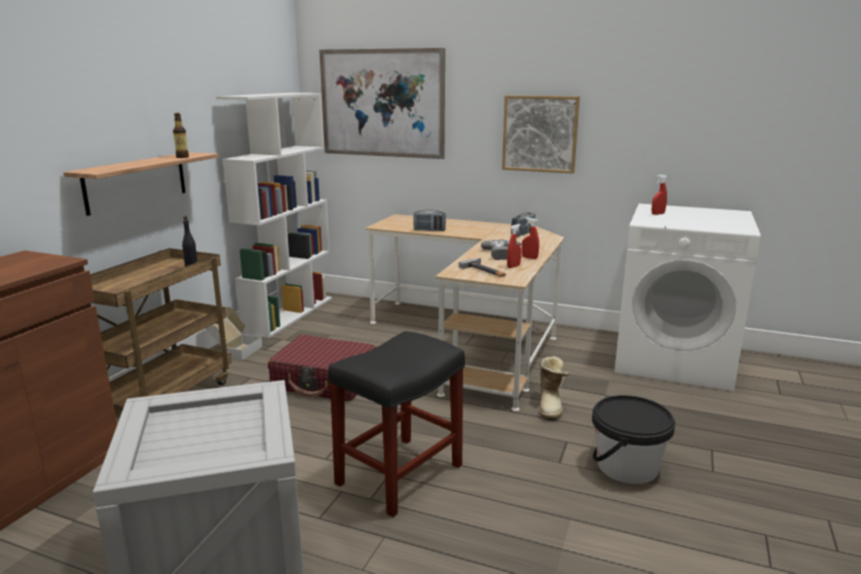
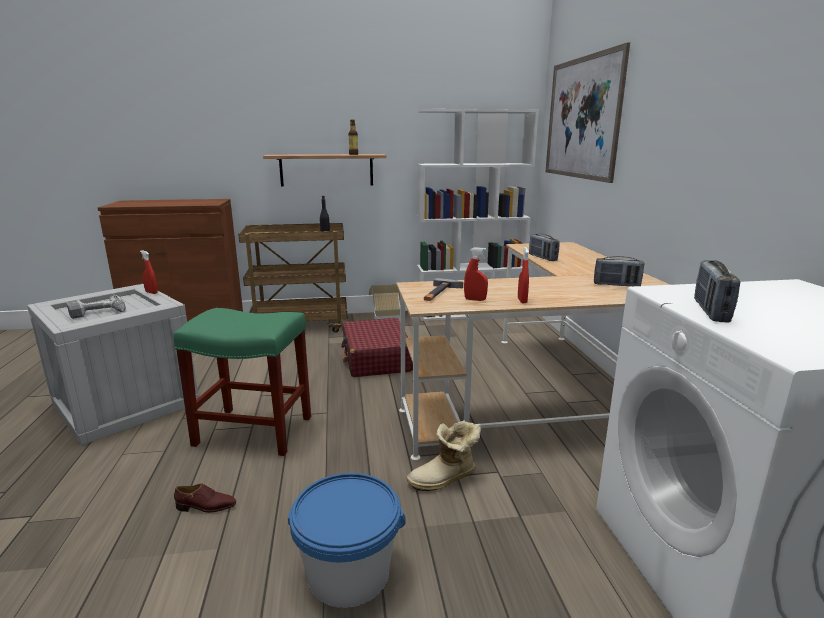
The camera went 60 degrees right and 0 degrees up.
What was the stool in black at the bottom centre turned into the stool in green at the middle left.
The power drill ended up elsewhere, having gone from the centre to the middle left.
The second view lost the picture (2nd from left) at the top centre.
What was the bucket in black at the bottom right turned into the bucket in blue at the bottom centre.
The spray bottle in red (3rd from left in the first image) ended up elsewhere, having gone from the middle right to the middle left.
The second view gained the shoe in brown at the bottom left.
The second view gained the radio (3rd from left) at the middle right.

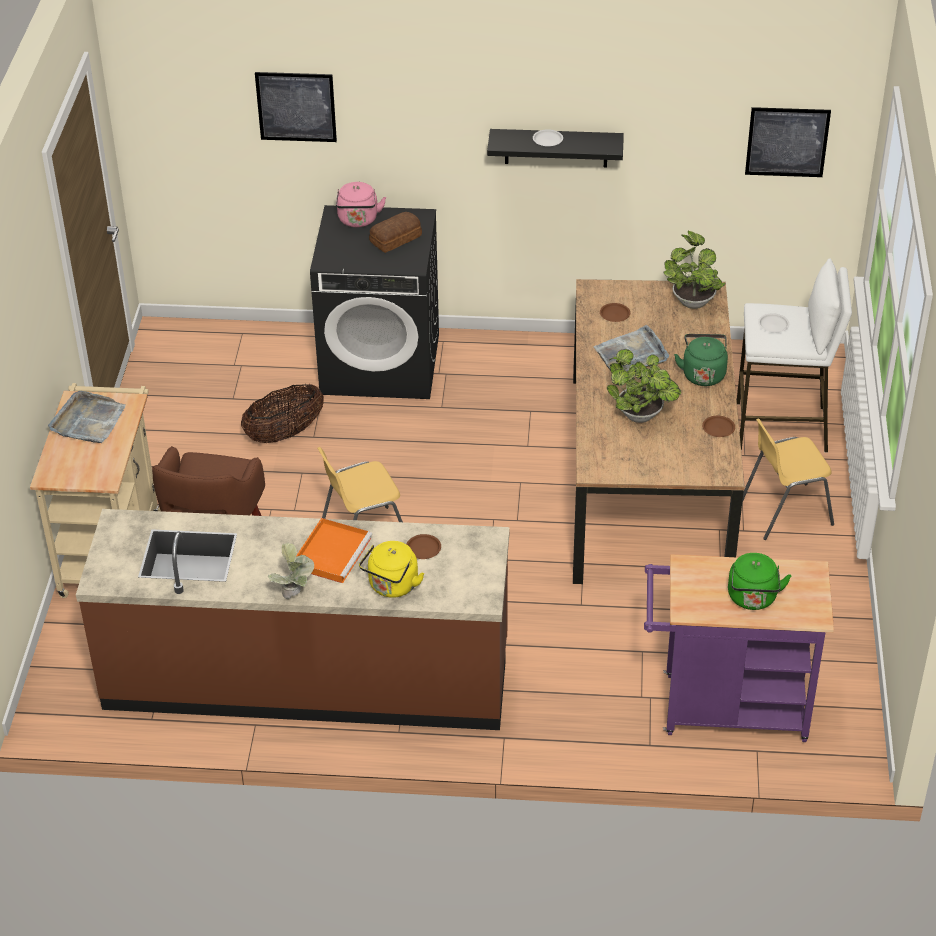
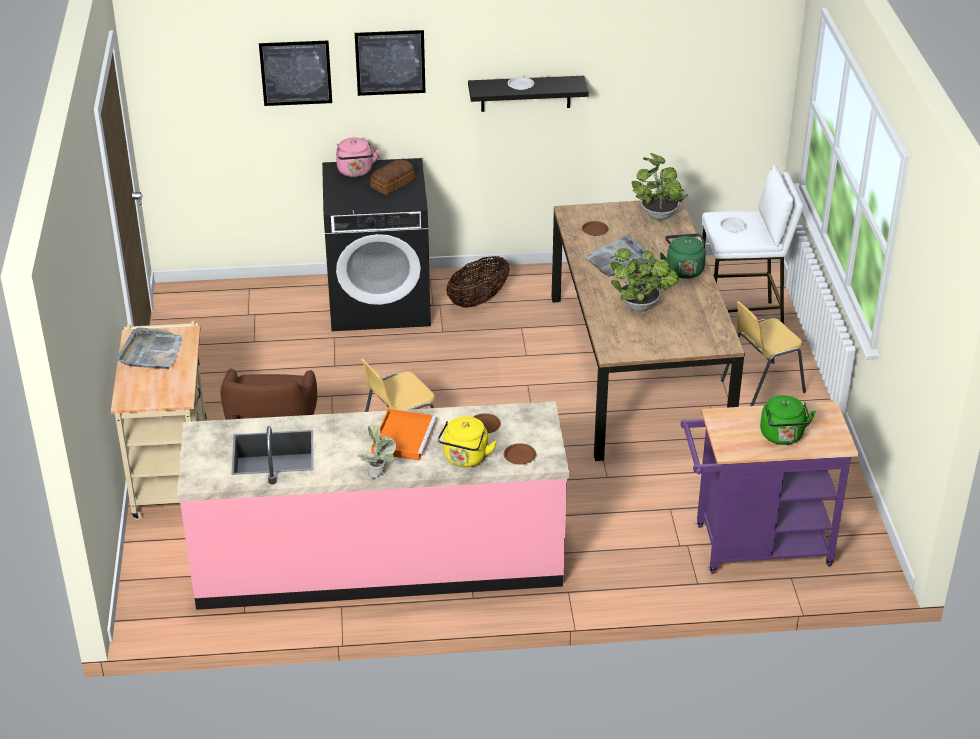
The camera went 10 degrees left and 5 degrees down.
What was the counter in brown at the middle left turned into the counter in pink at the bottom centre.
The basket ended up elsewhere, having gone from the middle left to the centre.
The plate in brown (3rd from left in the first image) ended up elsewhere, having gone from the middle right to the centre.
The picture (2nd from left) ended up elsewhere, having gone from the top right to the top centre.

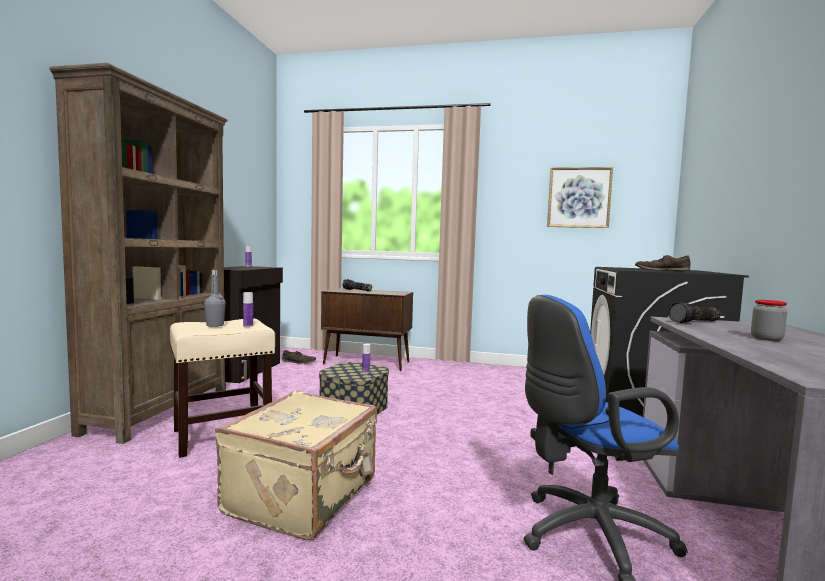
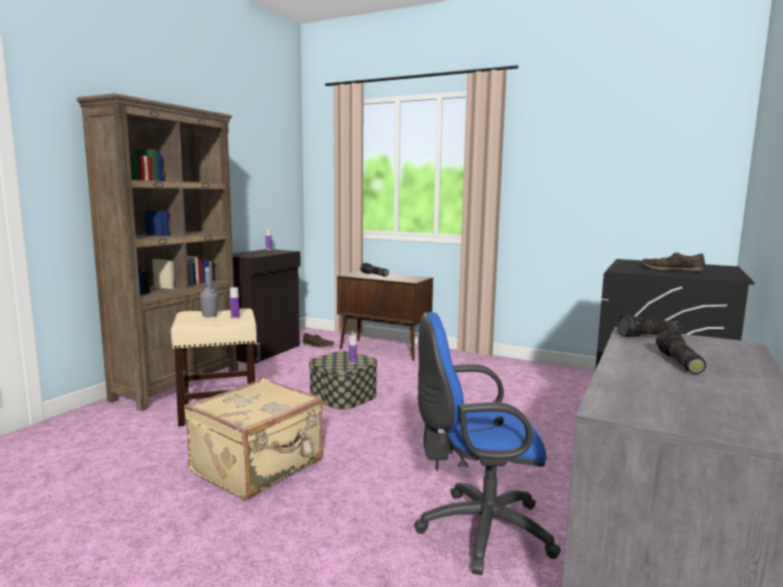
The camera went 15 degrees right and 5 degrees up.
The second view lost the picture at the middle right.
Where the jar stood at the middle right, the flashlight (3rd from left) came to stand at the middle right.

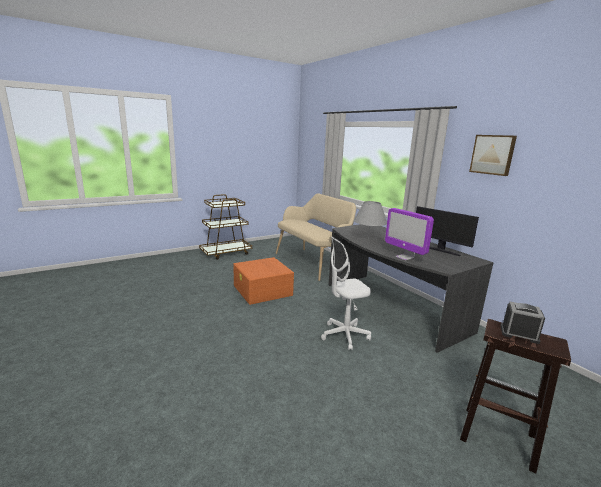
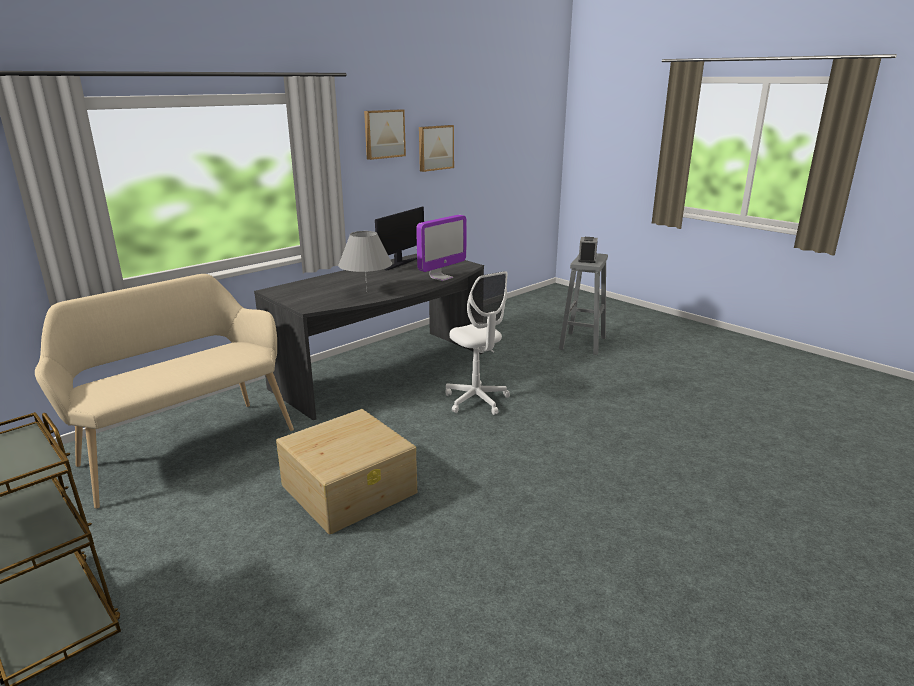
The camera went 100 degrees left and 5 degrees up.
What was the storage box in orange at the centre turned into the storage box in beige at the bottom centre.
What was the stool in brown at the bottom right turned into the stool in grey at the centre.
The second view gained the picture (2nd from left) at the top centre.

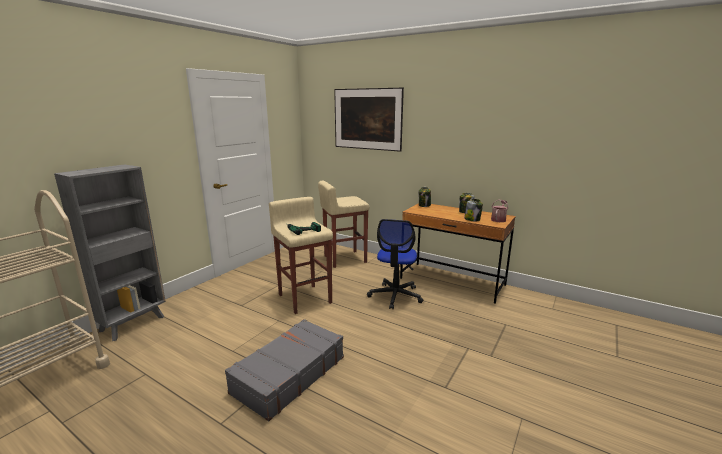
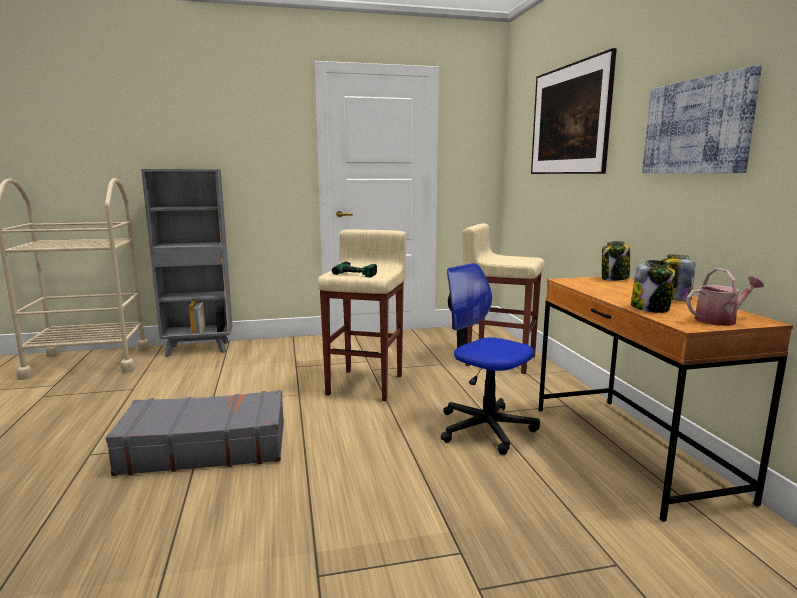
The camera went 45 degrees right and 5 degrees down.
The office chair at the centre ended up facing another way, 75 degrees clockwise from before.
The second view gained the picture (2nd from left) at the top right.

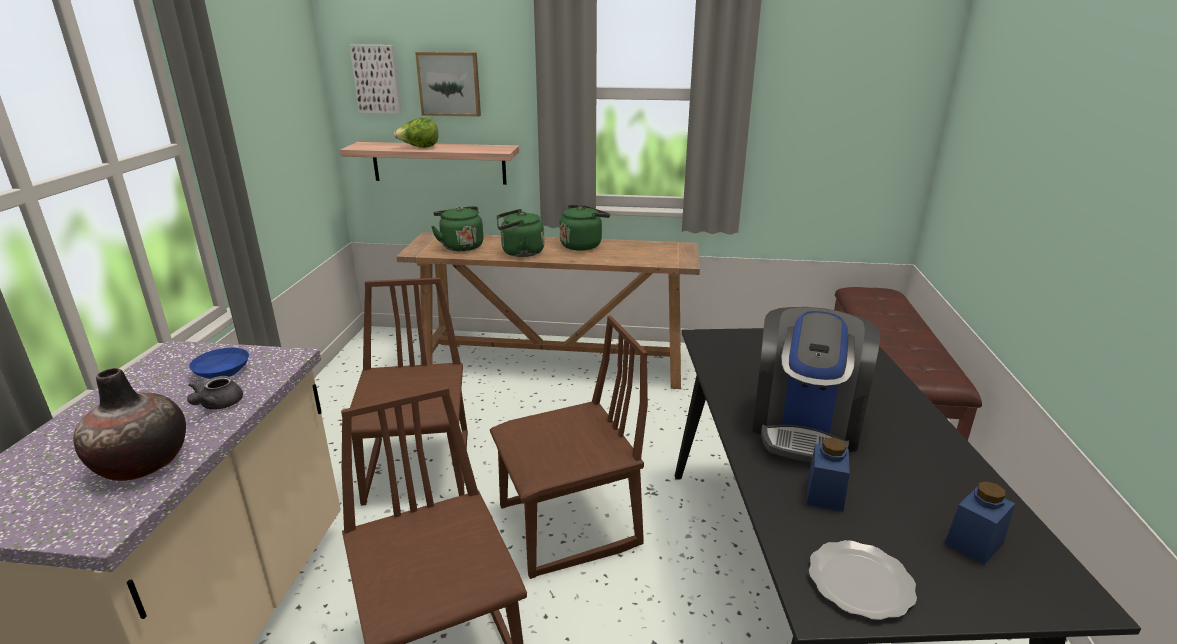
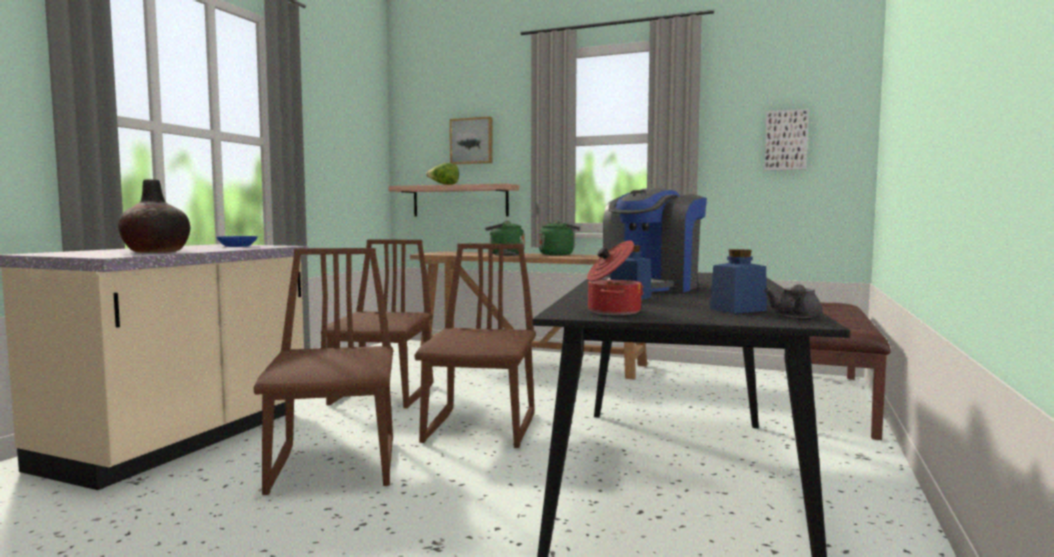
The camera went 15 degrees right and 20 degrees down.
The teapot in grey ended up elsewhere, having gone from the middle left to the middle right.
The picture (1st from left in the first image) ended up elsewhere, having gone from the top left to the top right.
The second view lost the kettle in green (1st from left) at the centre.
The chair in brown (3rd from left) at the bottom centre ended up facing another way, 75 degrees counterclockwise from before.
Where the plate stood at the bottom right, the cooking pot came to stand at the centre.

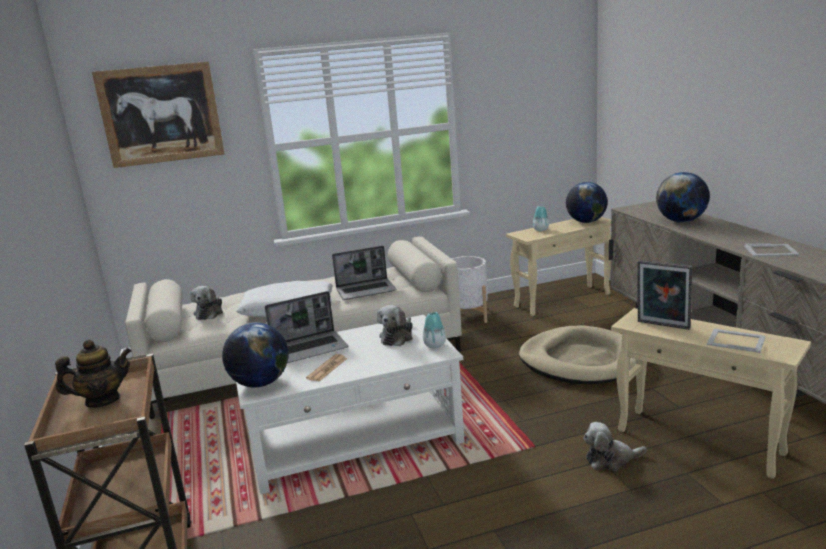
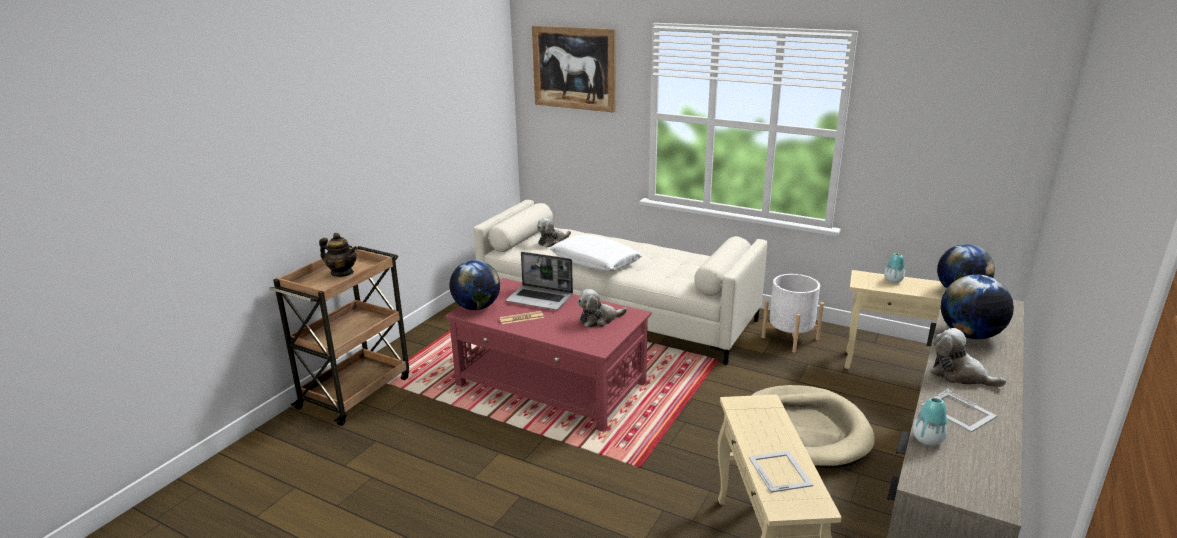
The camera went 45 degrees right and 5 degrees up.
What was the coffee table in white at the bottom centre turned into the coffee table in red at the centre.
The second view lost the laptop (2nd from left) at the centre.
The vase (1st from left in the first image) ended up elsewhere, having gone from the centre to the bottom right.
The plush toy (3rd from left) ended up elsewhere, having gone from the bottom right to the middle right.
The second view lost the picture frame (1st from left) at the middle right.

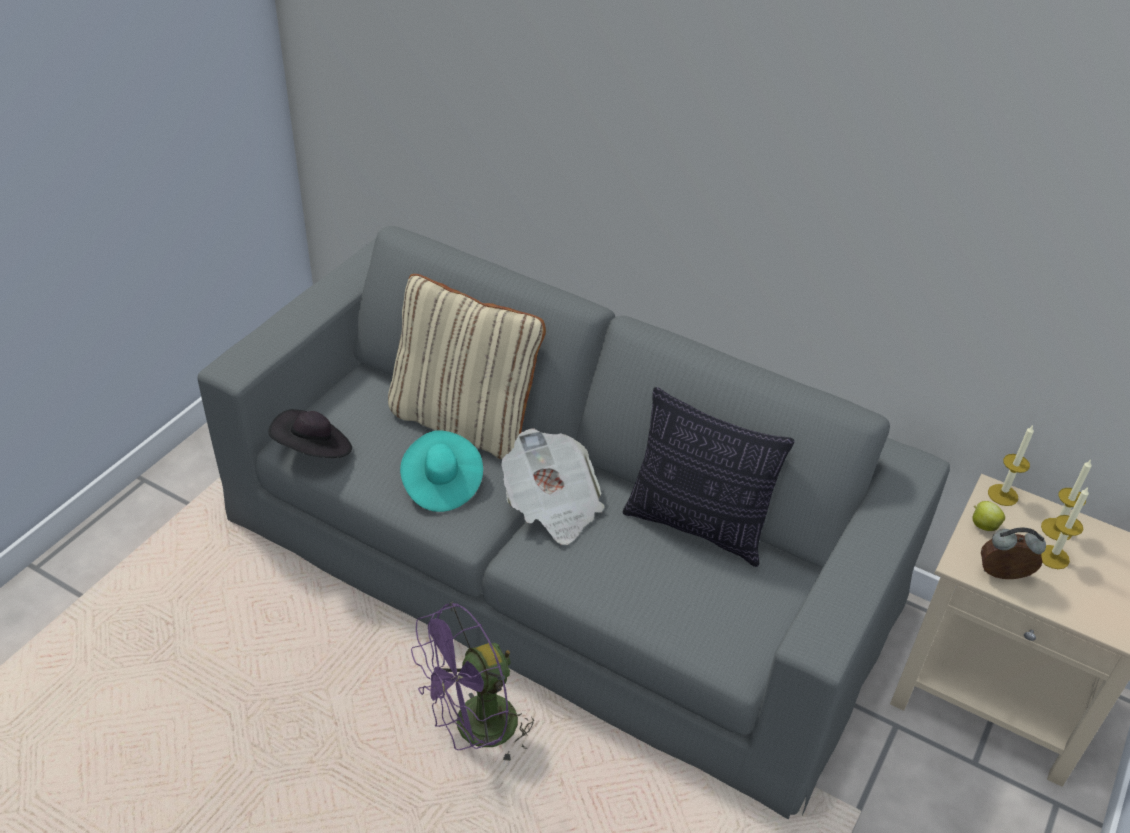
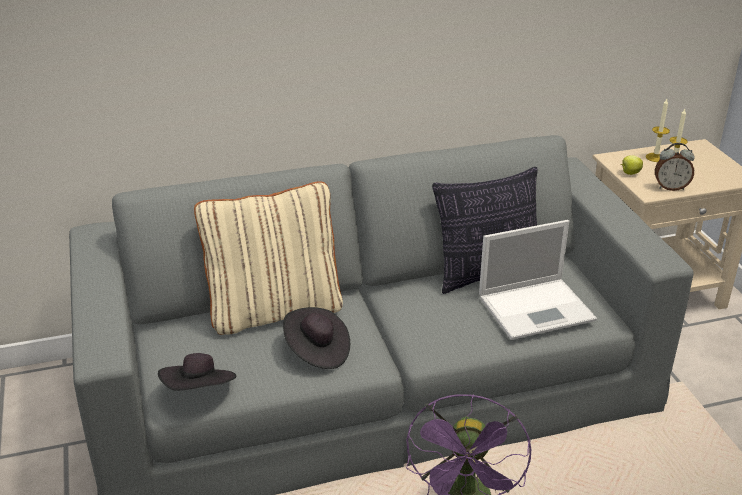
The camera went 45 degrees left and 10 degrees down.
What was the hat in turquoise at the centre turned into the hat in black (2nd from left) at the bottom centre.
The second view lost the newspaper at the centre.
The alarm clock at the middle right ended up facing another way, 135 degrees counterclockwise from before.
The second view lost the candle (1st from left) at the middle right.
The second view gained the laptop at the middle right.

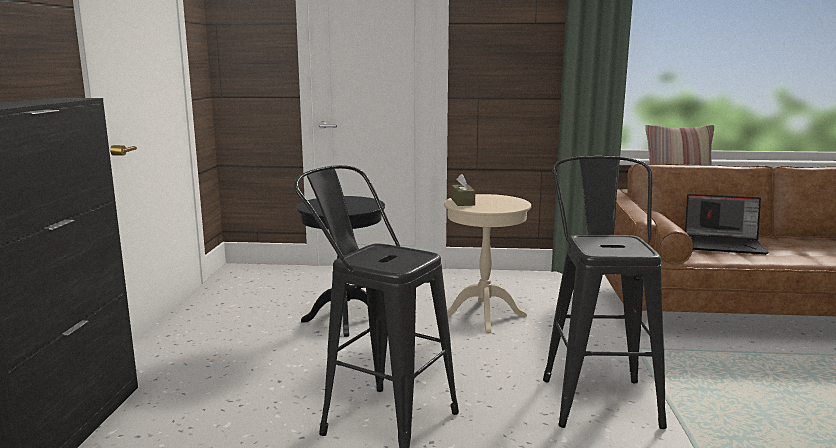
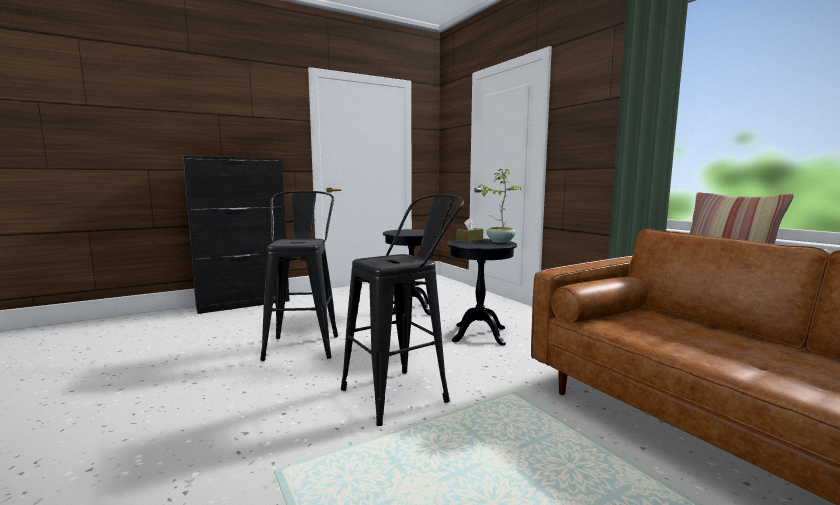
The camera went 55 degrees right and 5 degrees down.
What was the side table in beige at the centre turned into the side table in black (2nd from left) at the centre.
The second view lost the laptop at the middle right.
The second view gained the potted plant at the centre.

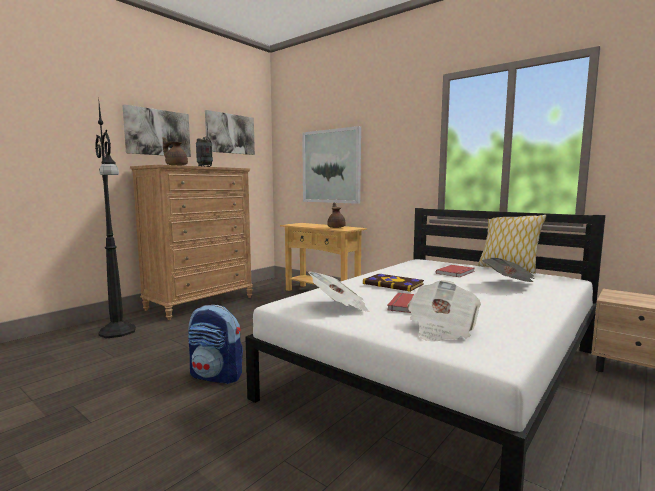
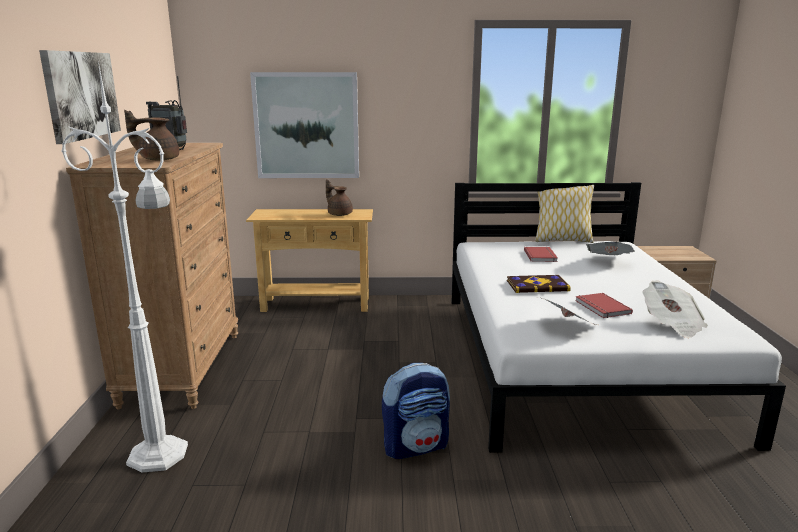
The camera went 40 degrees left and 10 degrees up.
What was the floor lamp in black at the middle left turned into the floor lamp in white at the middle left.
The second view lost the picture (2nd from left) at the top centre.

